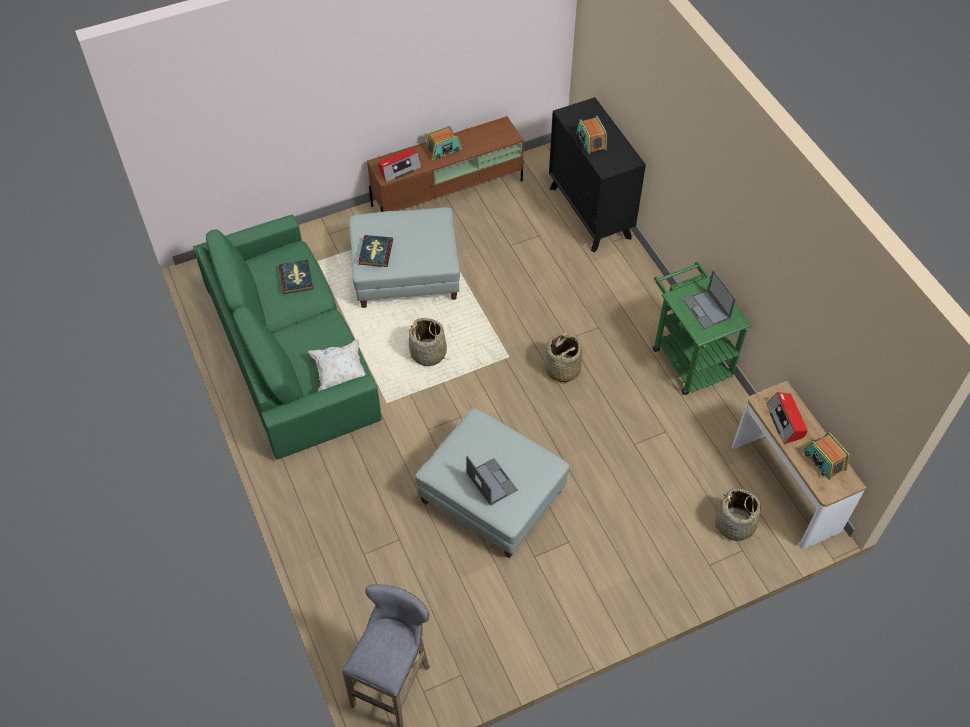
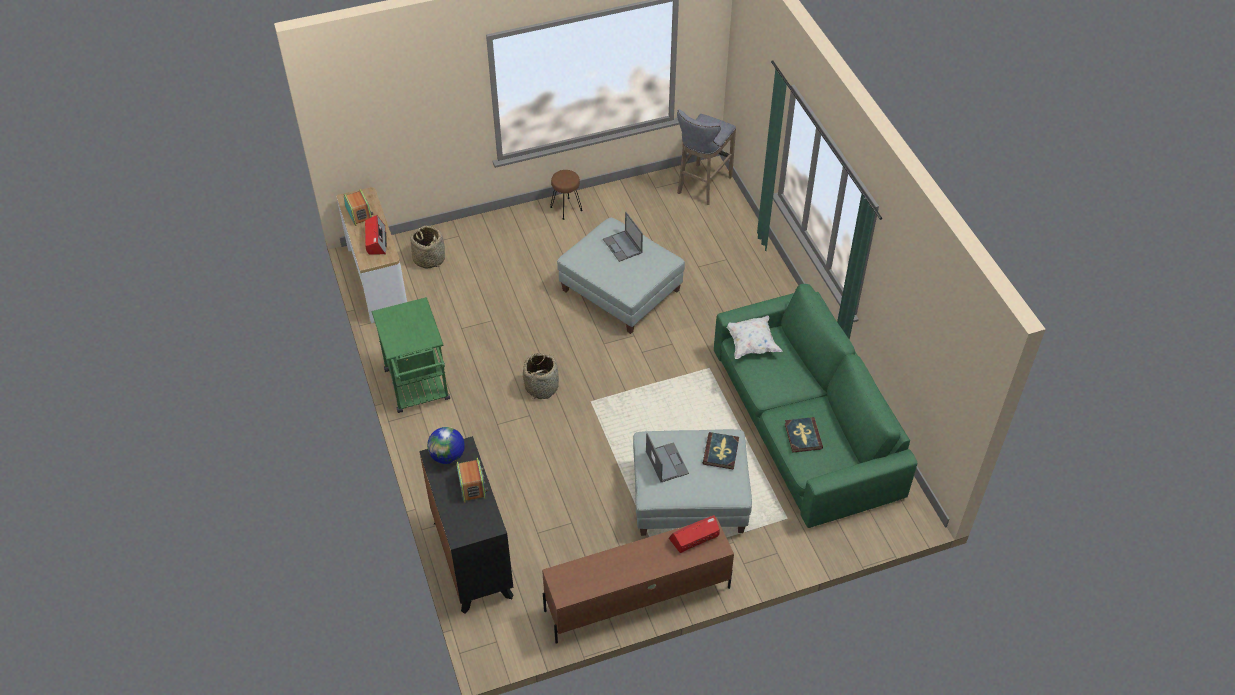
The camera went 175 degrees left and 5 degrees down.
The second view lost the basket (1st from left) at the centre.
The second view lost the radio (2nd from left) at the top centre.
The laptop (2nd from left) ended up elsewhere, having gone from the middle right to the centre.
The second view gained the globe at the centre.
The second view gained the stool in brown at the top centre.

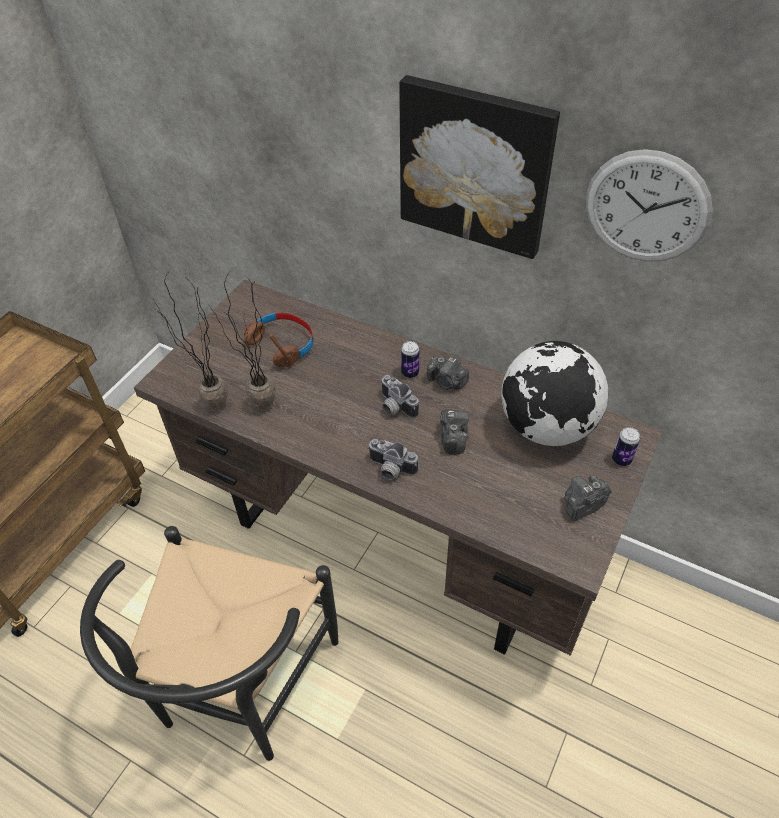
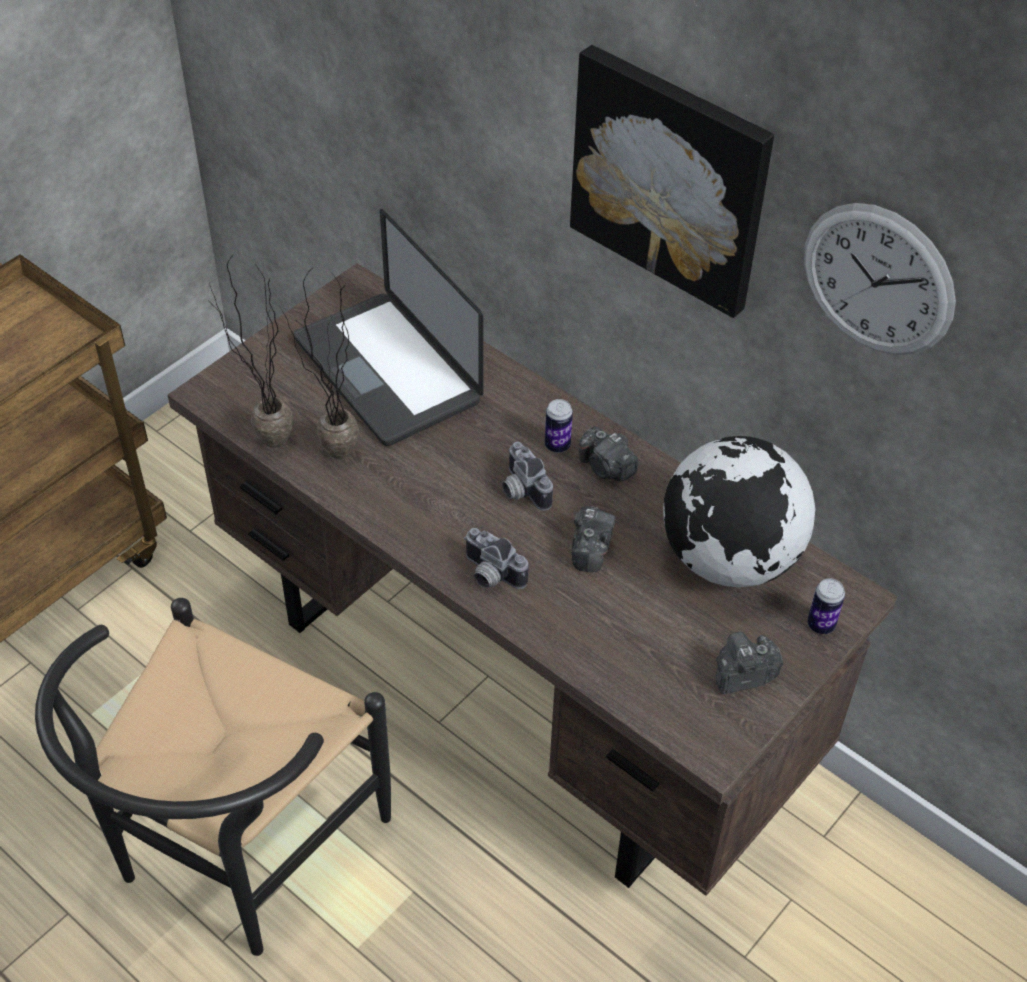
The camera went 10 degrees right and 0 degrees up.
Where the headphones in brown stood at the centre, the laptop came to stand at the top centre.

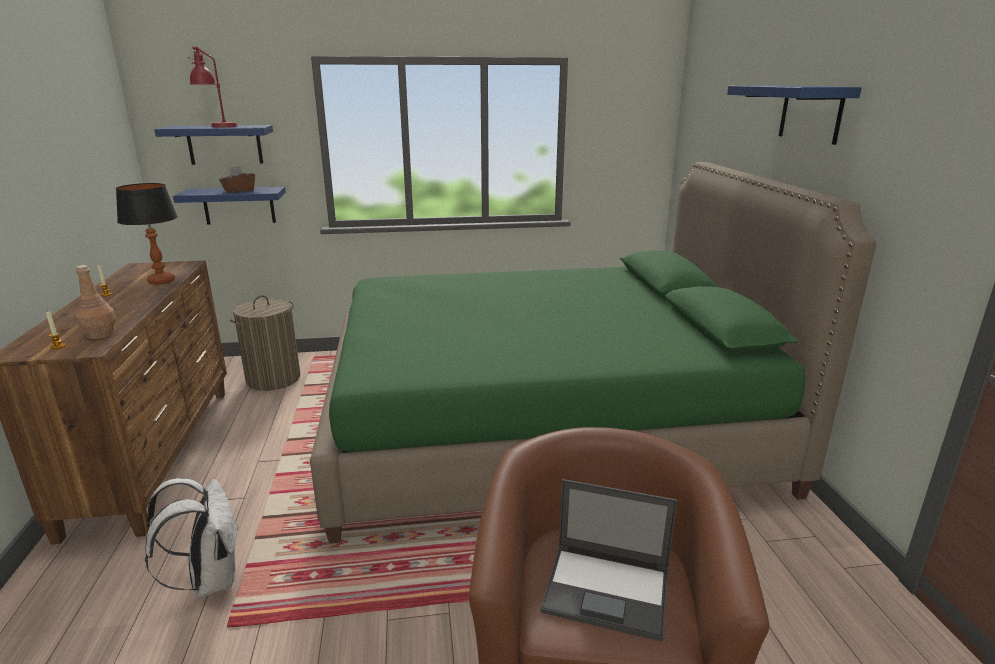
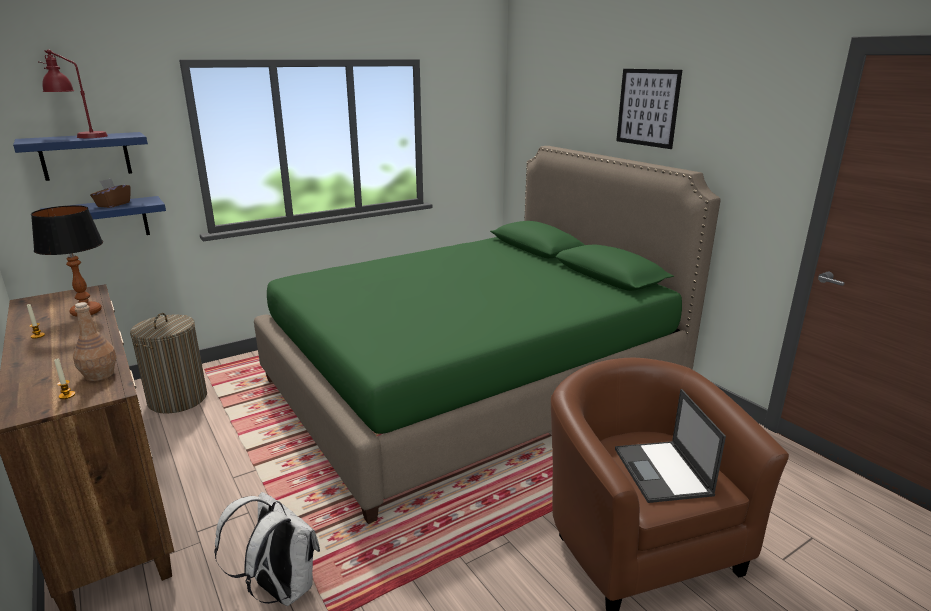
The camera went 25 degrees left and 0 degrees up.
The laptop at the bottom centre ended up facing another way, 90 degrees clockwise from before.
Where the shelf in blue (3rd from left) hung at the top right, the picture came to hang at the top right.

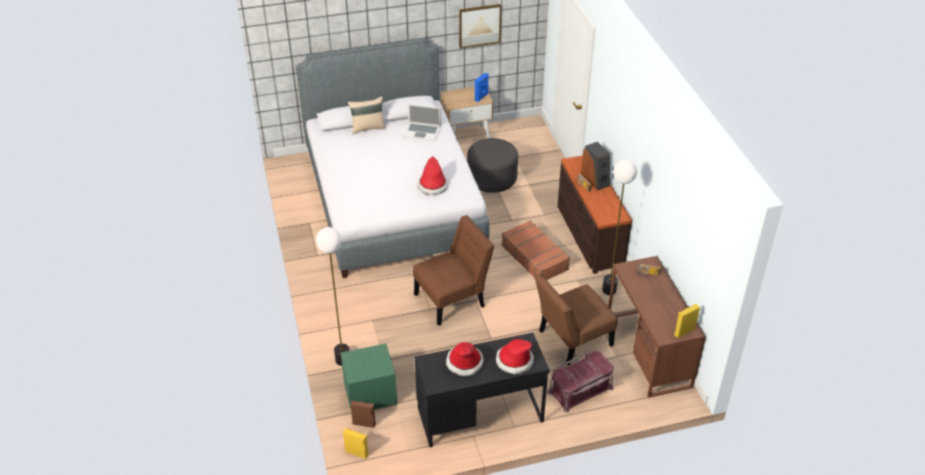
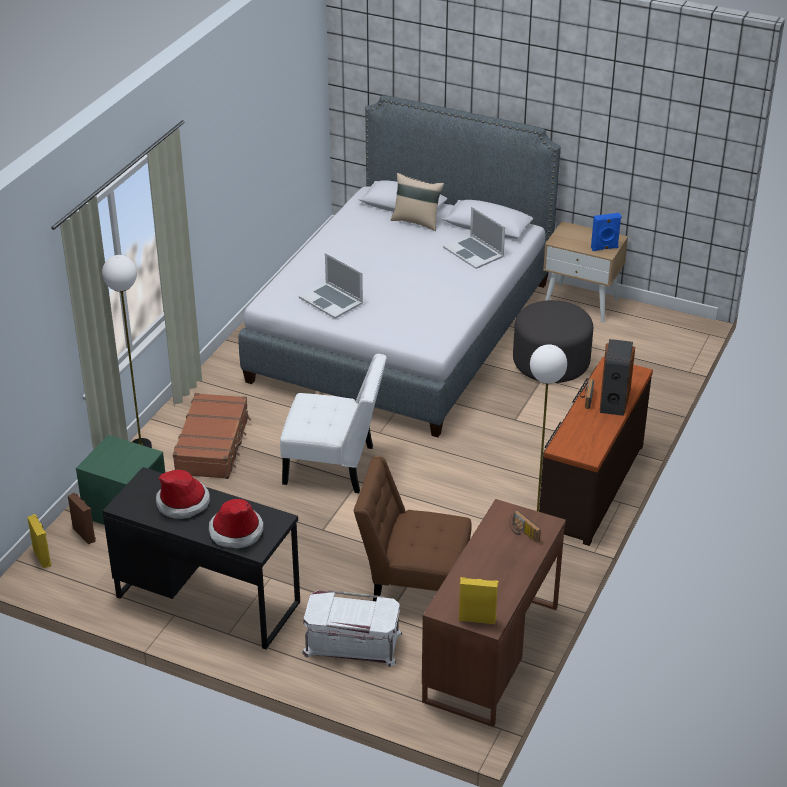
The camera went 40 degrees right and 5 degrees down.
What was the chair in brown (1st from left) at the centre turned into the chair in white at the centre.
The second view lost the hat (1st from left) at the centre.
The second view lost the picture at the top centre.
The suitcase in brown ended up elsewhere, having gone from the centre to the middle left.
What was the storage box in red at the bottom centre turned into the storage box in white at the bottom centre.
The second view gained the laptop (1st from left) at the centre.

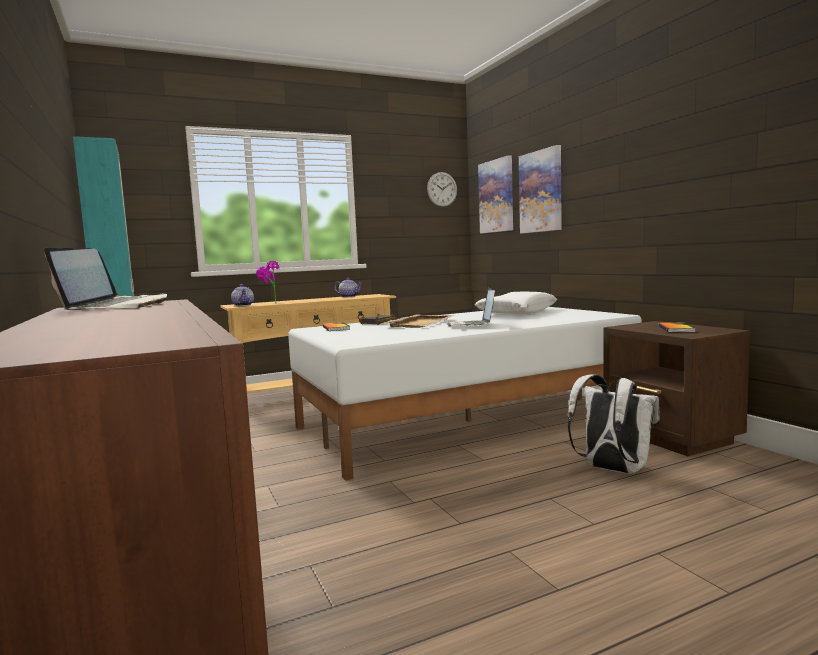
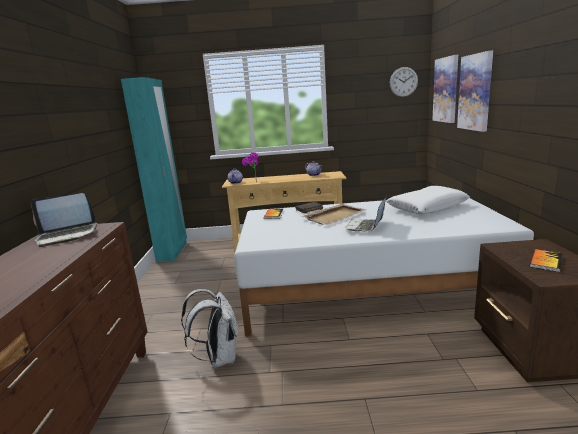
The camera went 25 degrees right and 10 degrees up.
The laptop (1st from left) at the middle left ended up facing another way, 45 degrees clockwise from before.
The backpack in white ended up elsewhere, having gone from the middle right to the bottom centre.

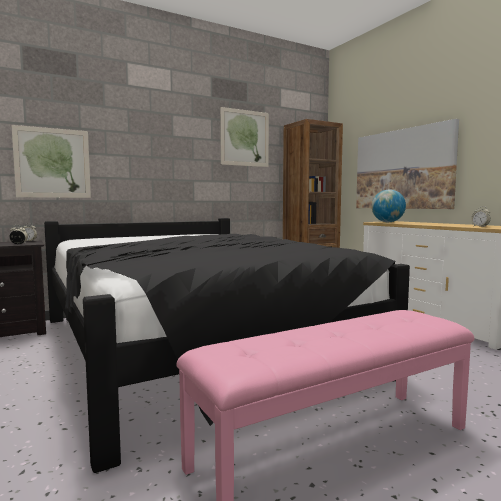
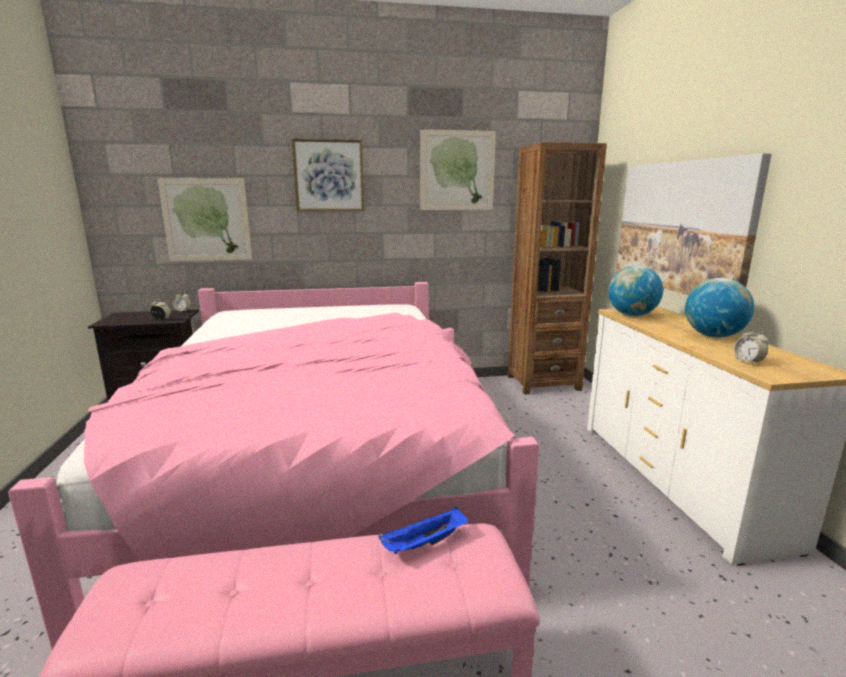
The camera went 20 degrees right and 10 degrees up.
What was the bed in black at the bottom centre turned into the bed in pink at the bottom left.
The second view gained the picture (2nd from left) at the top centre.
The second view gained the tray in blue at the bottom centre.
The second view gained the globe (2nd from left) at the middle right.

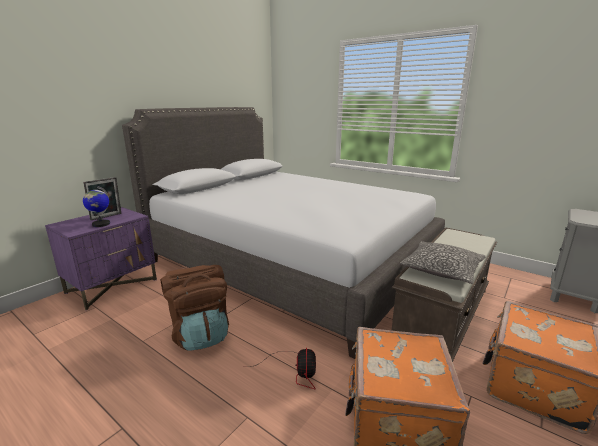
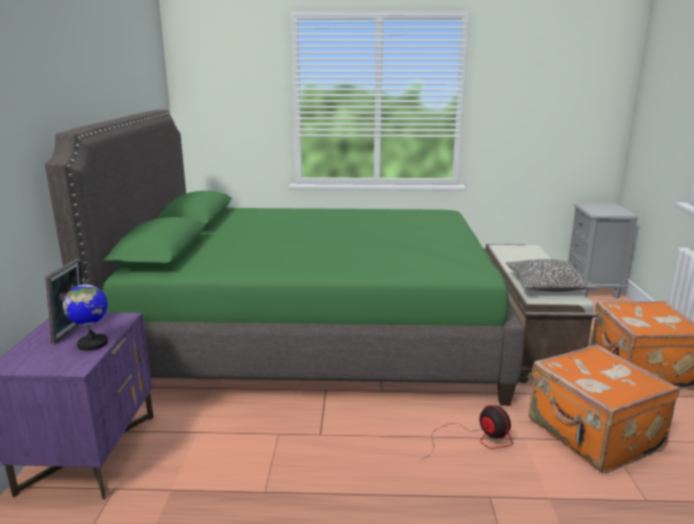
The camera went 35 degrees left and 0 degrees up.
What was the bed in grey at the centre turned into the bed in green at the centre.
The second view lost the backpack in brown at the bottom left.

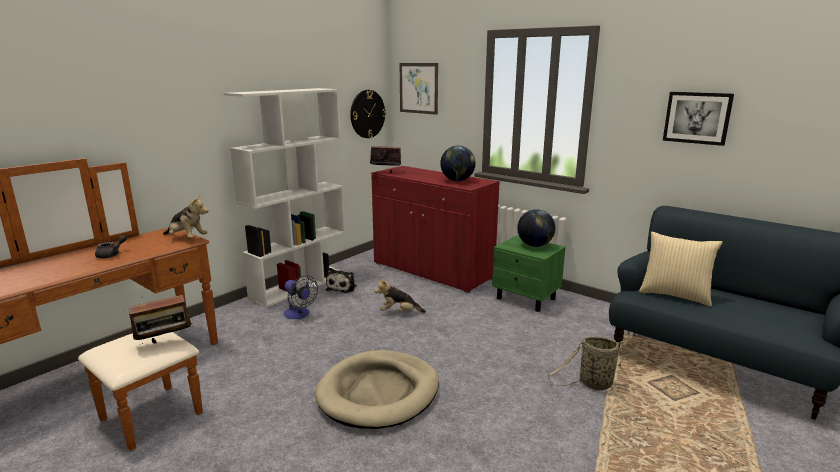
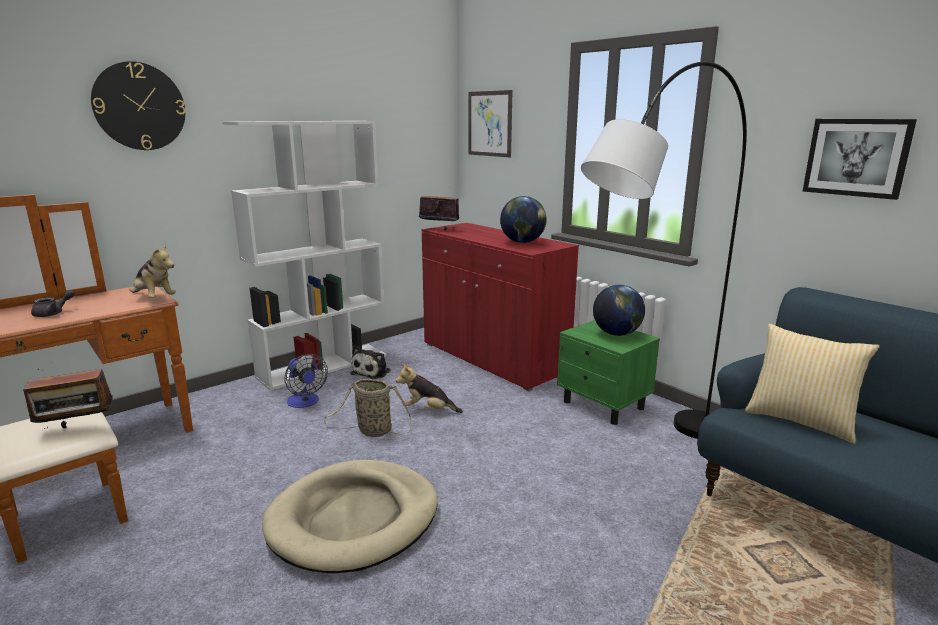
The camera went 10 degrees right and 0 degrees up.
The wall clock ended up elsewhere, having gone from the top centre to the top left.
The basket ended up elsewhere, having gone from the bottom right to the centre.
The second view gained the floor lamp in grey at the middle right.

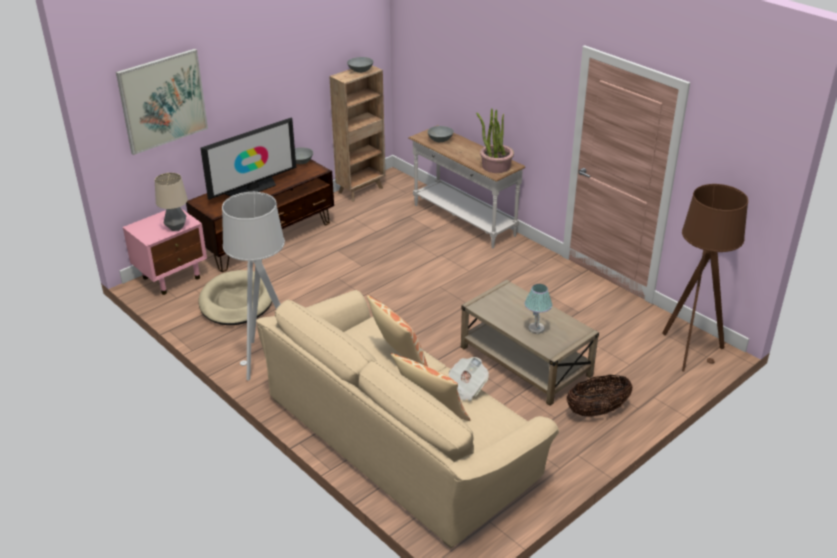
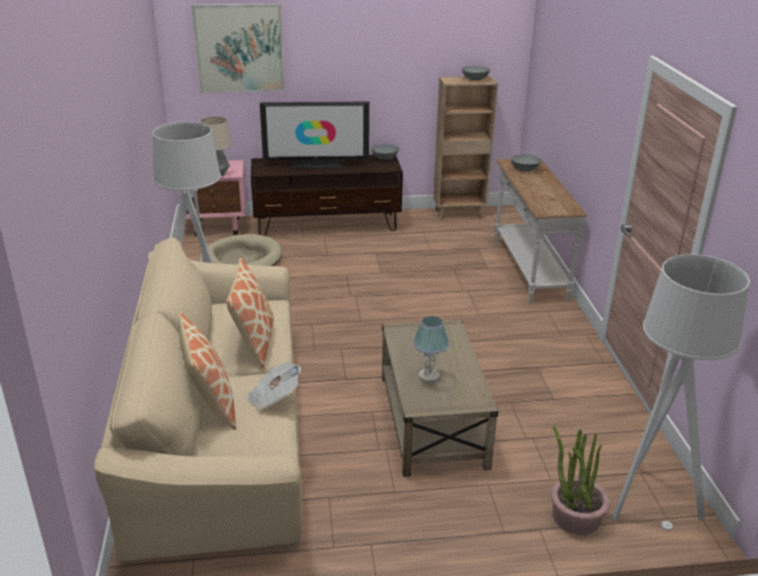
The camera went 35 degrees right and 5 degrees down.
The potted plant ended up elsewhere, having gone from the top centre to the bottom right.
The second view lost the basket at the bottom right.
What was the floor lamp in brown at the middle right turned into the floor lamp in grey (2nd from left) at the bottom right.

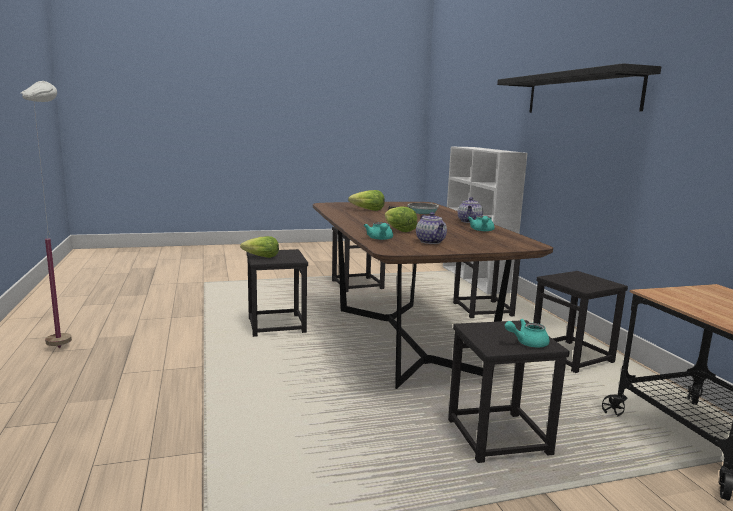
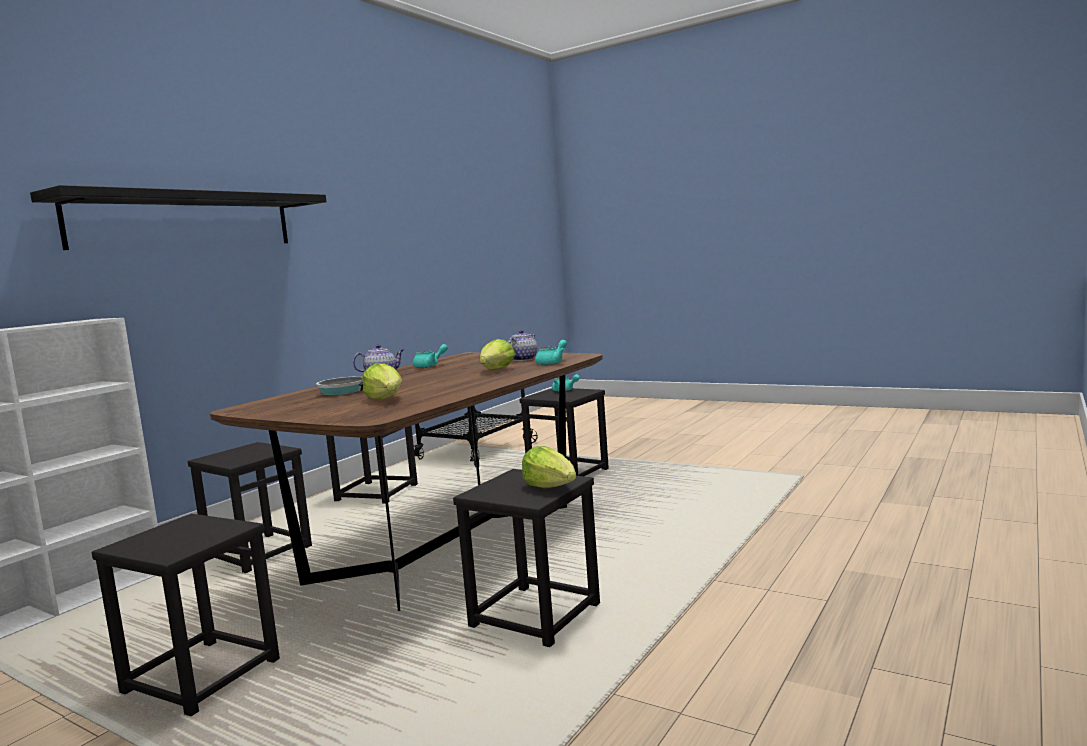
The camera went 130 degrees left and 5 degrees down.
The second view lost the floor lamp in white at the middle left.

